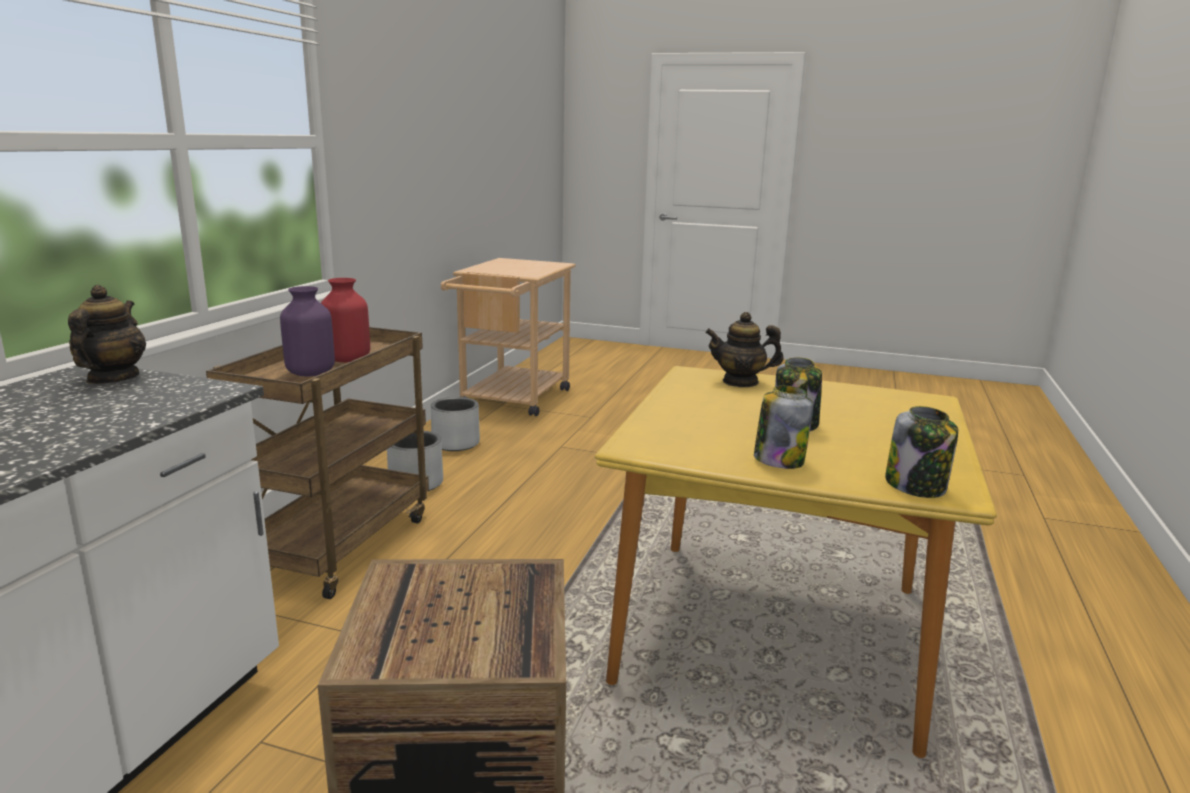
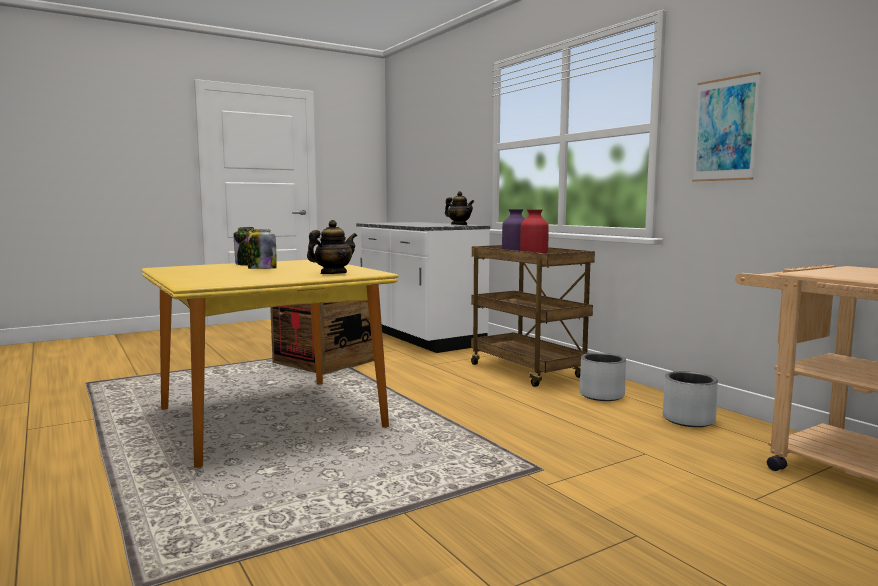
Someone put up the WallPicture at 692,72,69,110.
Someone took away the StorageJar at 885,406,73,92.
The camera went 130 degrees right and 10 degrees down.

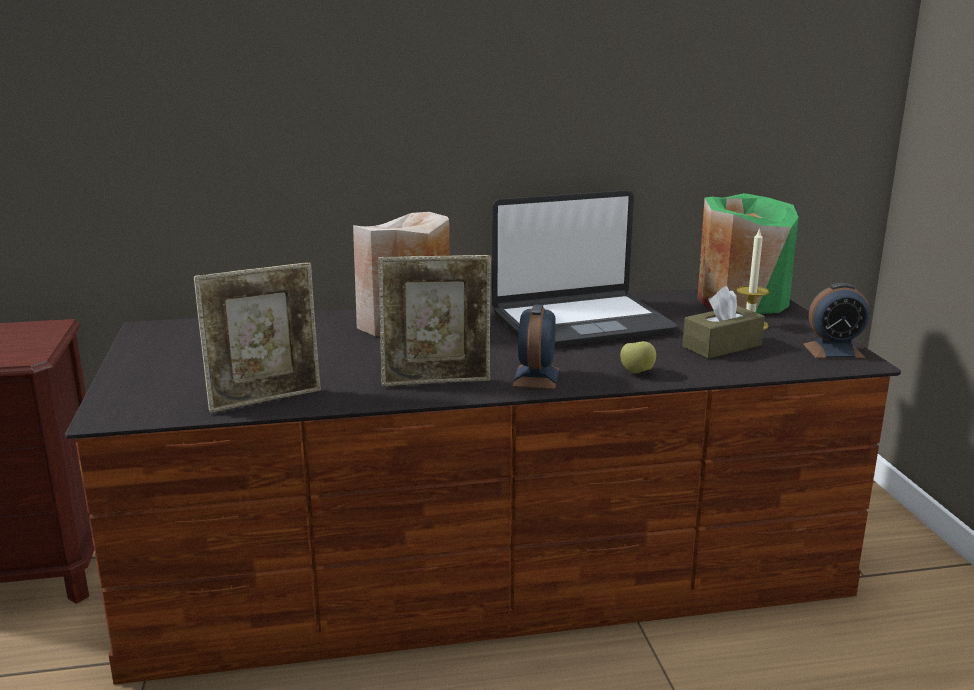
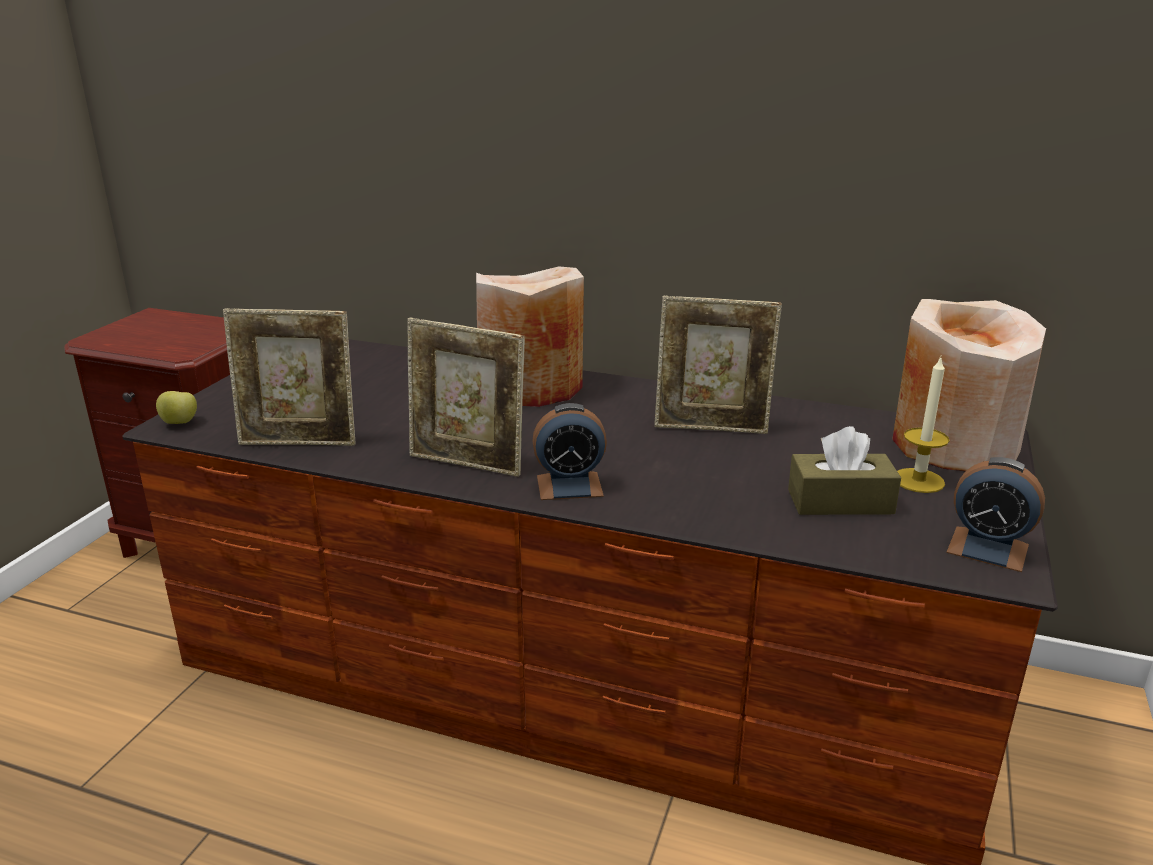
Someone carried the AppleFruit from 620,341,36,33 to 156,391,41,33.
Someone rotated the TableClock at 512,304,47,85 by 135 degrees counterclockwise.
Someone swapped the NotebookComputer at 492,190,186,156 for the PictureFrame at 655,296,127,138.
Someone repainted the GreenishVase at 698,193,101,122, which became the BeigeColouredVase at 892,299,154,172.
The camera went 30 degrees right and 5 degrees up.

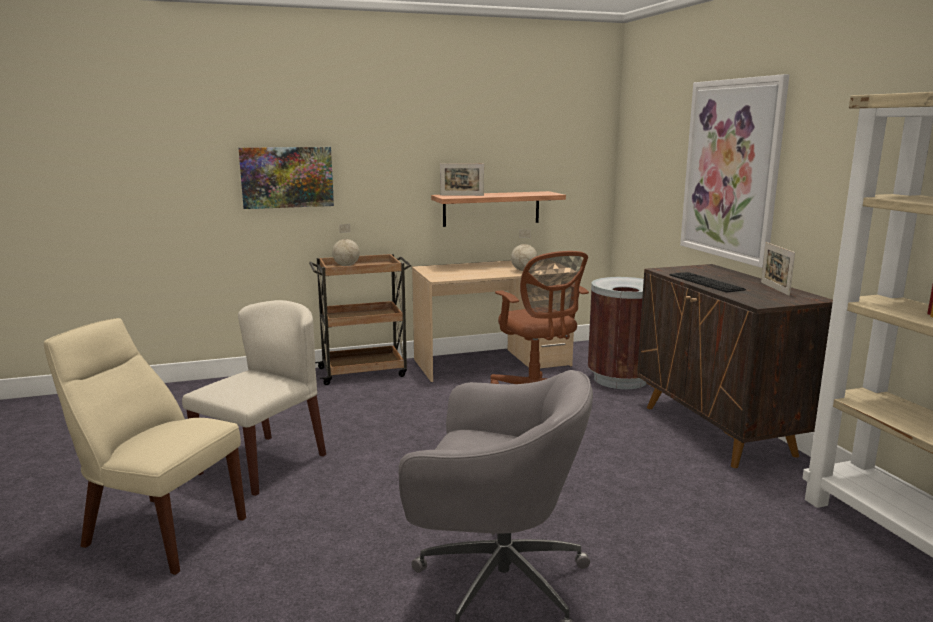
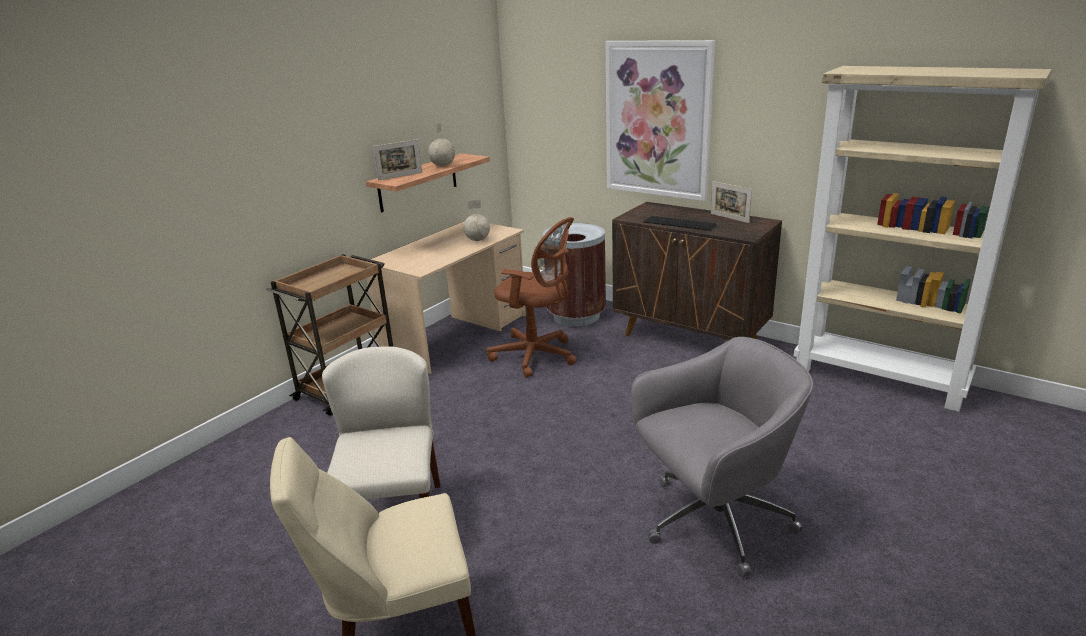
Someone carried the DeskGlobe from 332,223,28,43 to 428,122,27,44.
Someone took away the WallPicture at 239,147,95,62.
The camera went 35 degrees left and 10 degrees up.

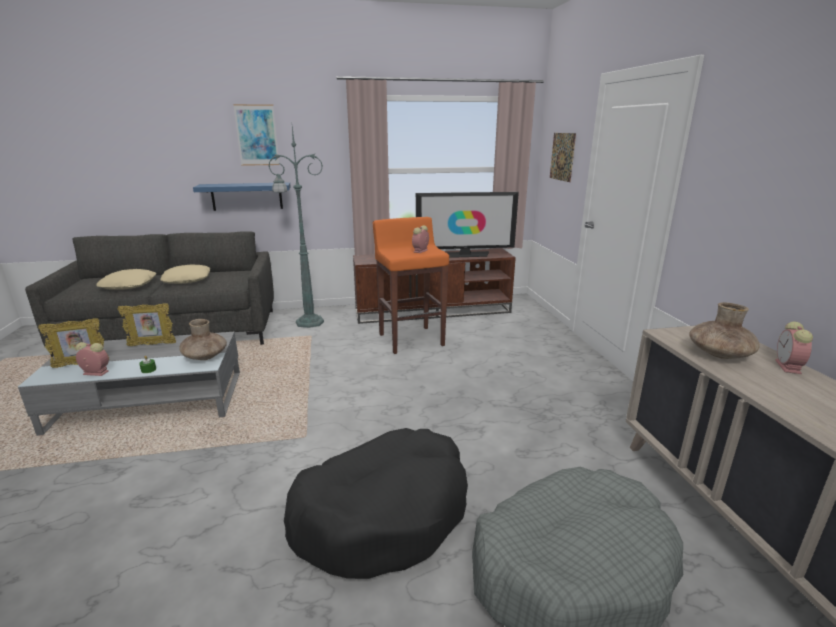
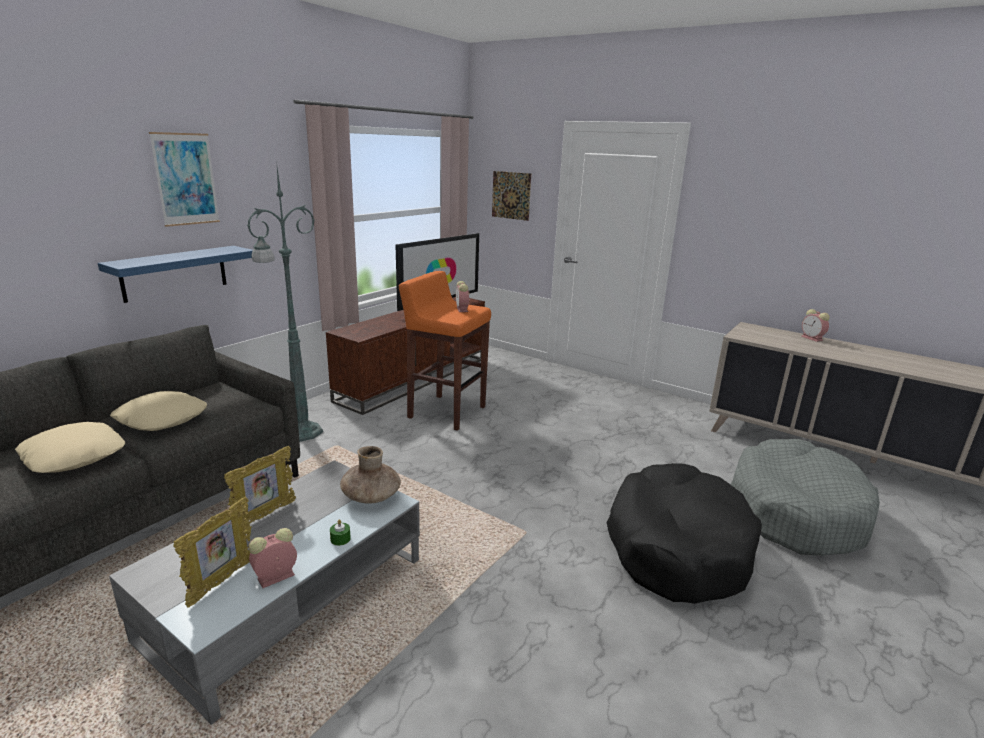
Someone took away the BrownColouredVase at 689,302,71,57.
The camera went 45 degrees left and 0 degrees up.

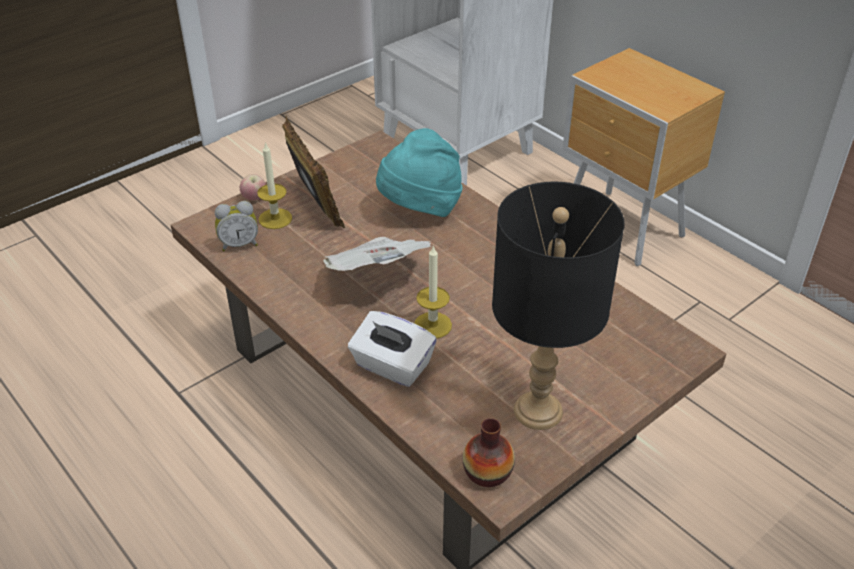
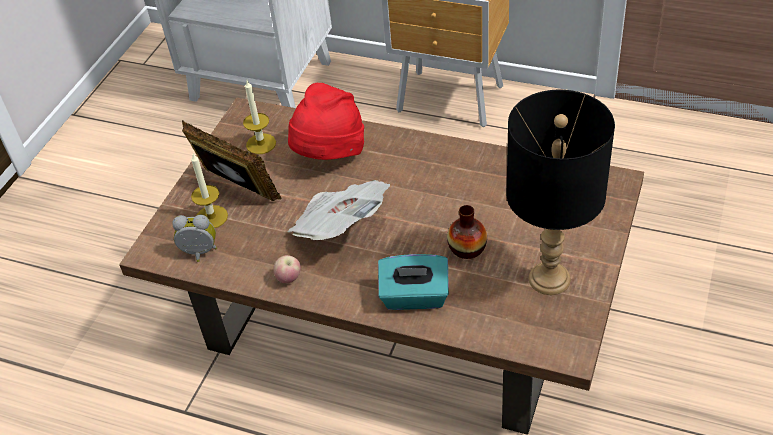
Someone rotated the TableClock at 215,201,43,50 by 135 degrees counterclockwise.
Someone carried the WaxCandle from 414,245,38,93 to 243,80,33,74.
Someone carried the AppleFruit from 240,174,26,26 to 273,255,28,28.
Someone repainted the TurquoiseWearableHat at 376,128,87,89, which became the ReddishWearableHat at 288,83,76,77.
Someone repainted the WhitishTissueHolder at 348,311,89,76, which became the TurquoiseTissueHolder at 378,254,71,56.
Someone carried the Vase from 463,418,52,69 to 447,205,40,54.
The camera went 25 degrees left and 5 degrees up.

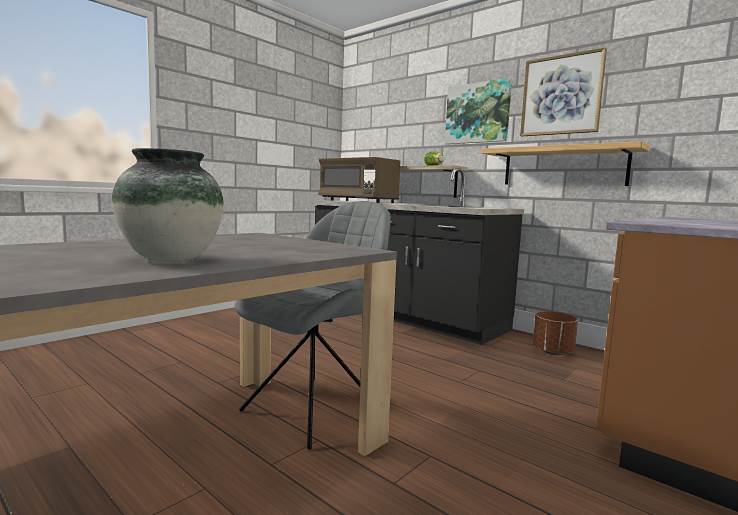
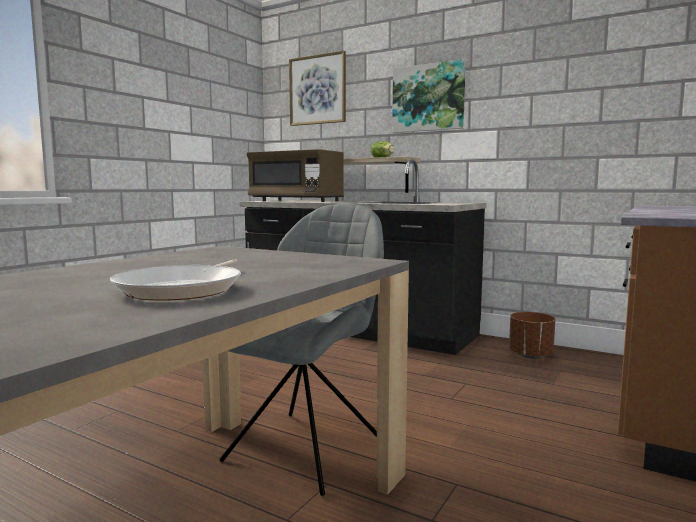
Someone swapped the Vase at 112,148,112,114 for the Skillet at 110,259,131,42.
Someone carried the WallPicture from 520,47,87,89 to 289,51,57,75.
Someone took away the Shelf at 481,141,169,45.
The camera went 10 degrees left and 0 degrees up.

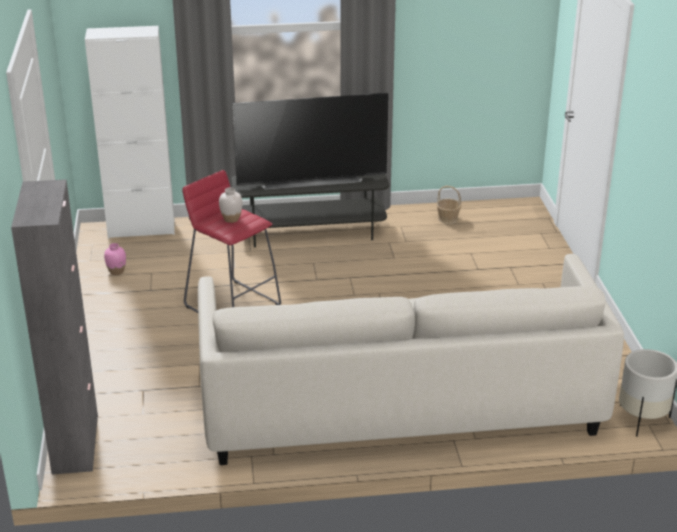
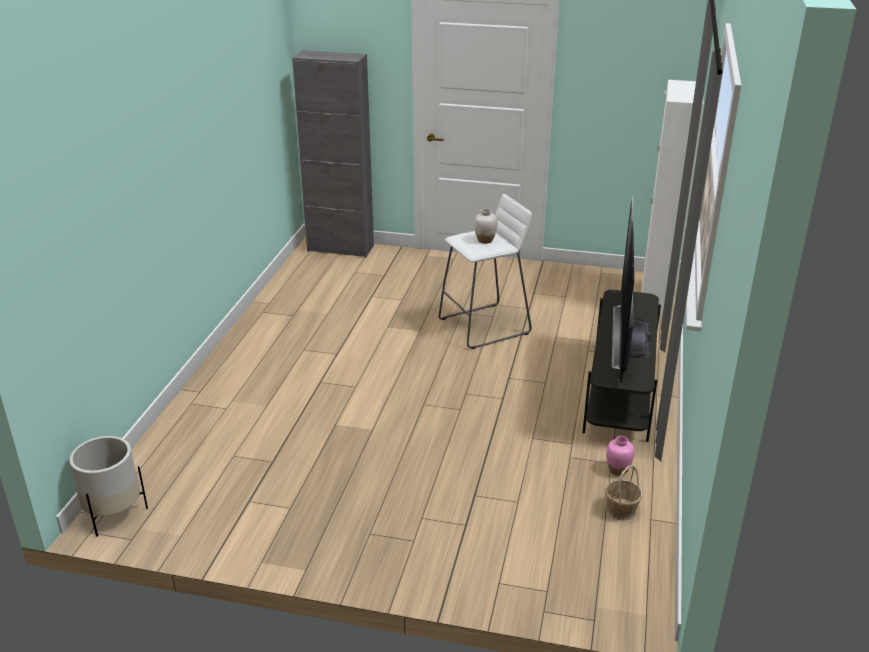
Someone repainted the ReddishSittingStool at 182,170,99,143, which became the WhitishSittingStool at 438,194,94,155.
Someone carried the PinkColouredVase from 104,243,22,32 to 606,436,28,40.
Someone took away the WhitishSofa at 198,254,426,211.
The camera went 110 degrees right and 0 degrees up.

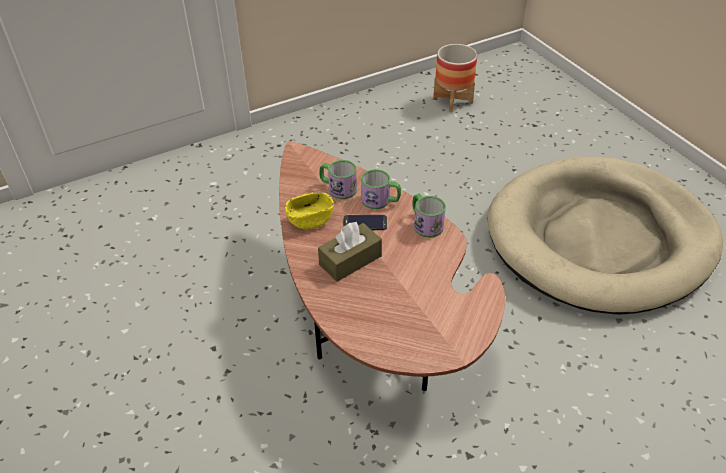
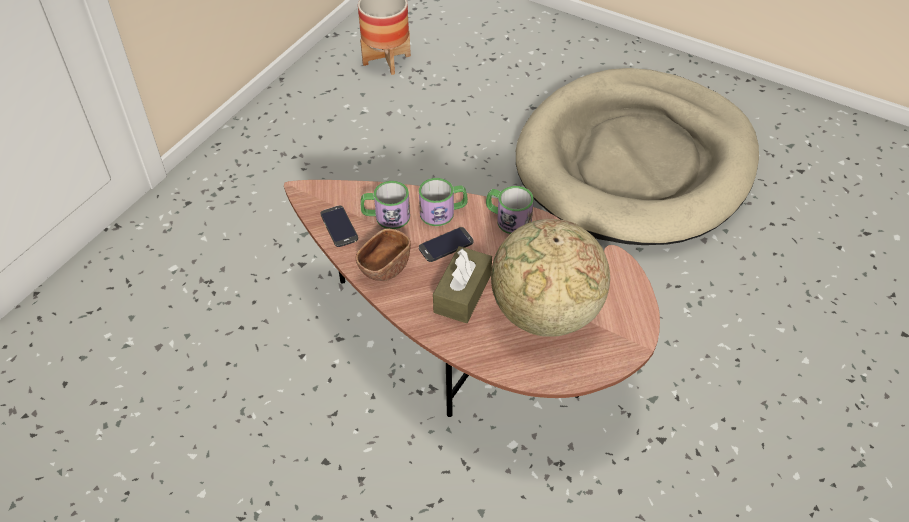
Someone put down the Telephone at 320,205,38,42.
Someone repainted the YellowDeepDish at 285,192,49,38, which became the BrownColouredDeepDish at 356,229,55,52.
Someone put down the DeskGlobe at 491,219,119,118.
The camera went 30 degrees left and 5 degrees up.

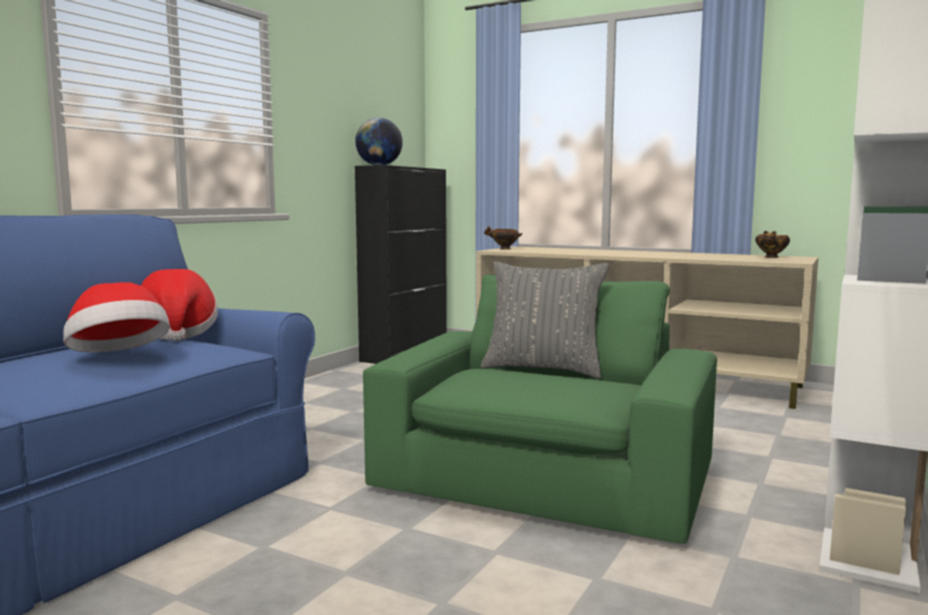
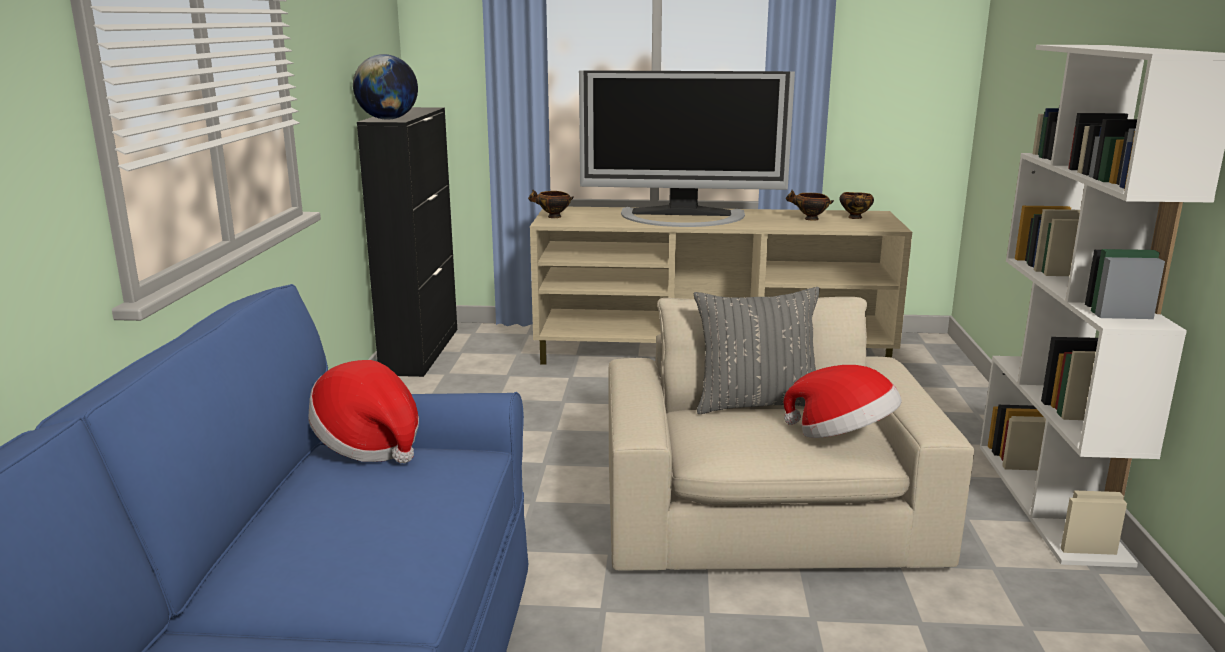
Someone put down the Television at 579,70,216,157.
Someone repainted the GreenishLoungeChair at 363,274,354,270, which became the BeigeColouredLoungeChair at 609,297,365,273.
Someone carried the WearableHat from 63,282,107,70 to 783,365,119,73.
Someone put down the DeepDish at 786,190,48,31.
The camera went 25 degrees left and 10 degrees up.

